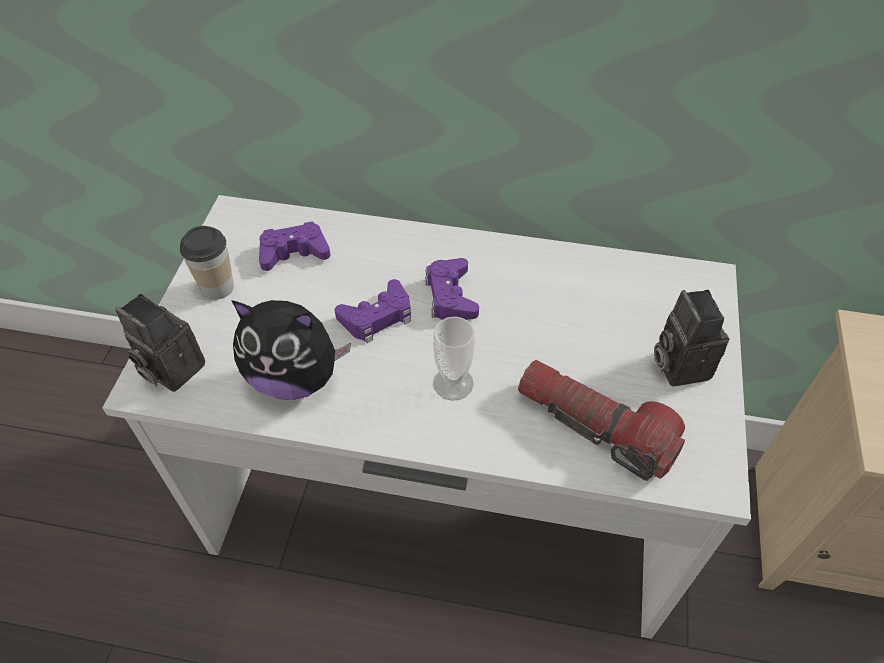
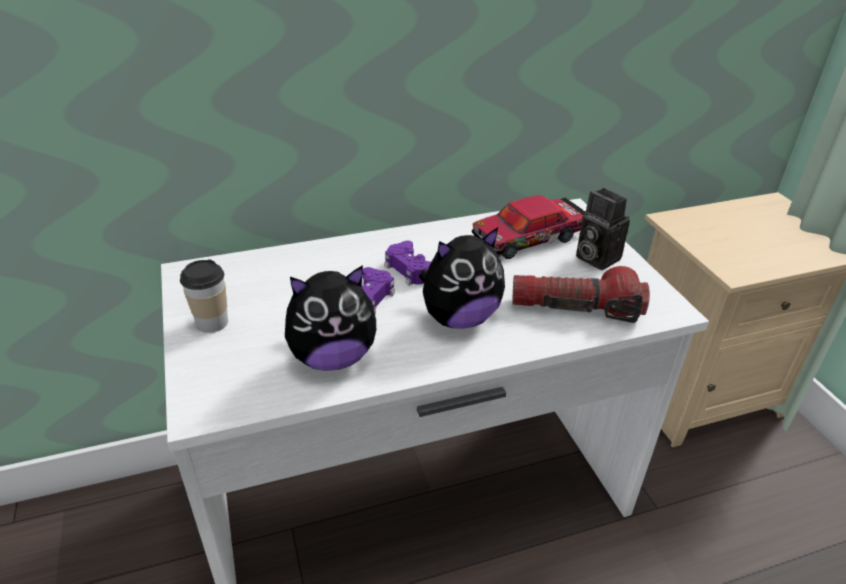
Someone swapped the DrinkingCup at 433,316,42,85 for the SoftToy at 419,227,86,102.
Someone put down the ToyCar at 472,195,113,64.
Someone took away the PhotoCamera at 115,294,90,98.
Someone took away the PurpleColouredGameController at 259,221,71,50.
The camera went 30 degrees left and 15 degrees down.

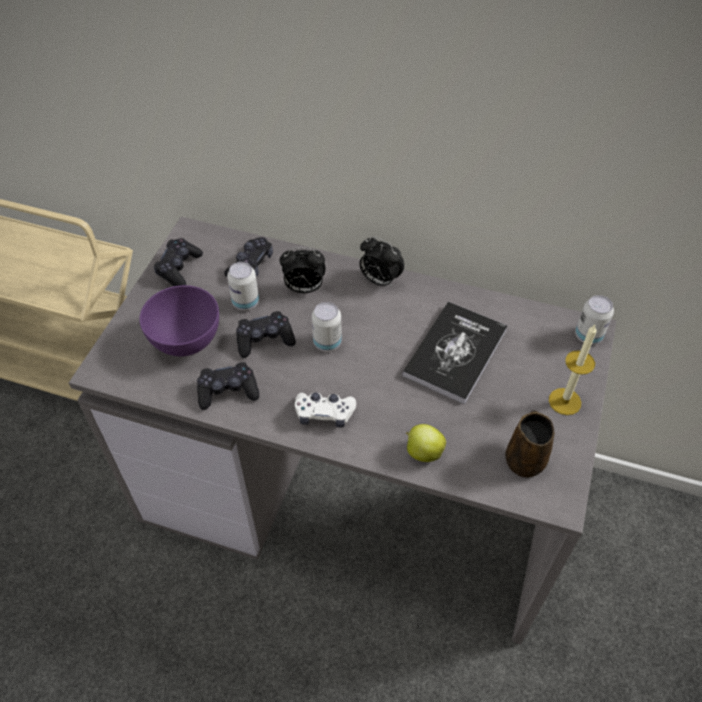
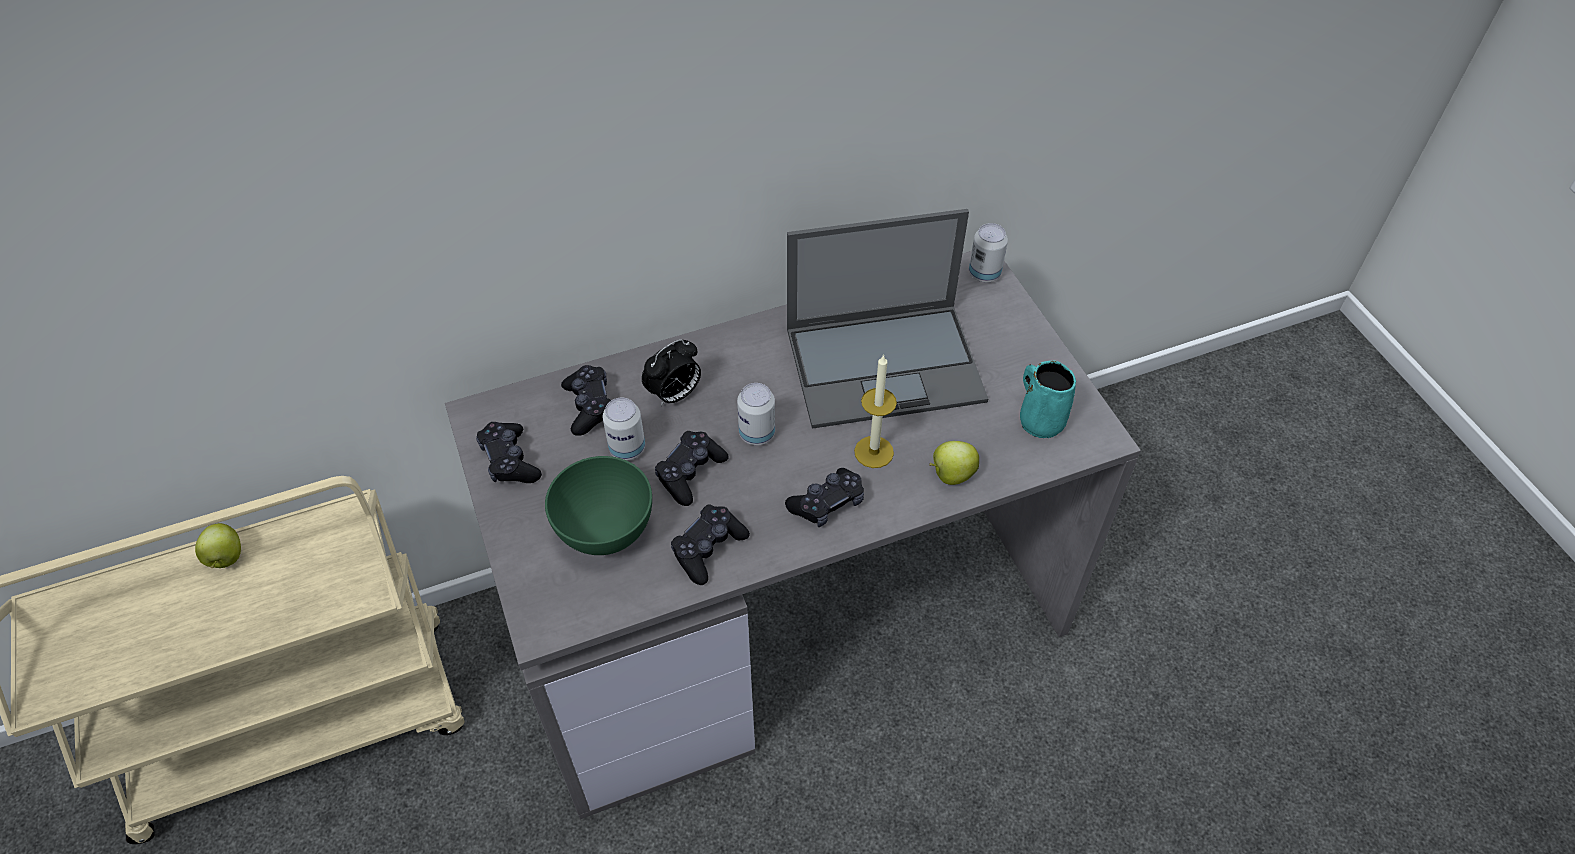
Someone put down the AppleFruit at 195,523,46,45.
Someone repainted the PurpleColouredDeepDish at 139,285,80,71, which became the GreenishDeepDish at 545,456,107,99.
Someone repainted the WhitishGameController at 295,392,61,35, which became the BlackGameController at 785,468,79,59.
Someone swapped the Volume at 402,302,105,102 for the NotebookComputer at 787,209,201,220.
Someone carried the WaxCandle from 549,325,48,90 to 854,354,43,114.
Someone repainted the BrownColouredCoffeeMug at 505,411,50,67, which became the TurquoiseCoffeeMug at 1020,361,56,77.
Someone took away the TableClock at 359,236,46,51.
The camera went 40 degrees left and 0 degrees up.

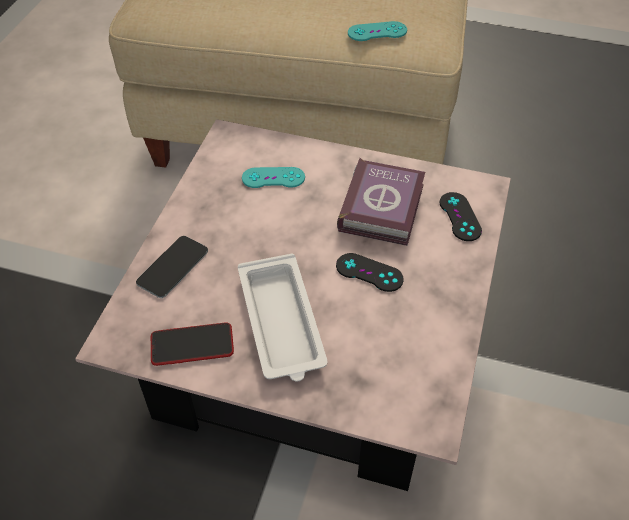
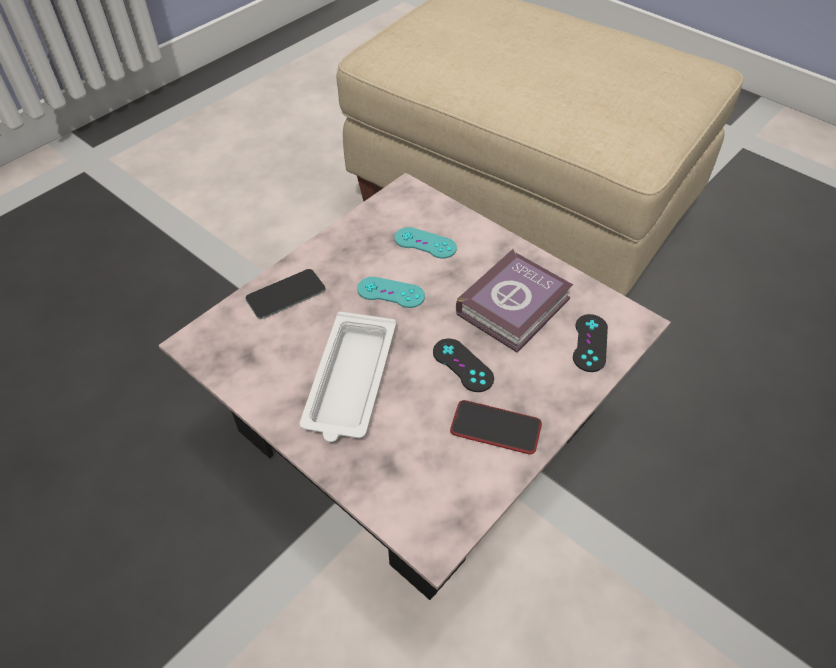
Someone carried the TurquoiseGameController from 348,21,59,20 to 357,277,68,31.
Someone carried the Telephone from 151,322,83,44 to 450,400,92,54.
The camera went 25 degrees right and 0 degrees up.

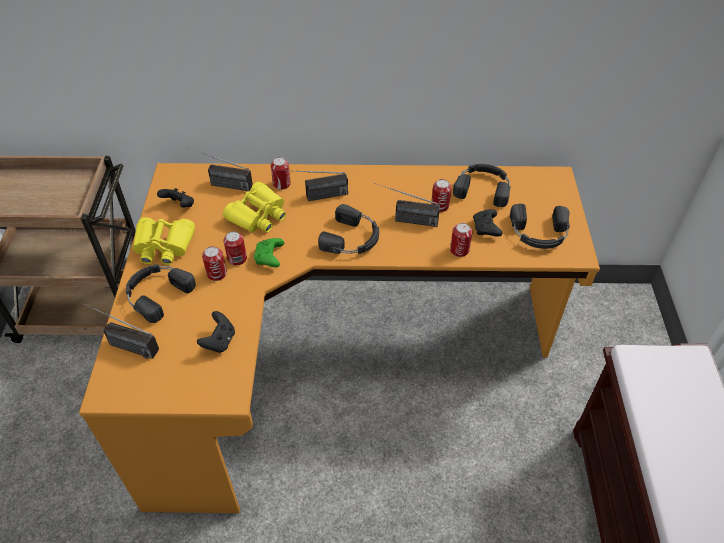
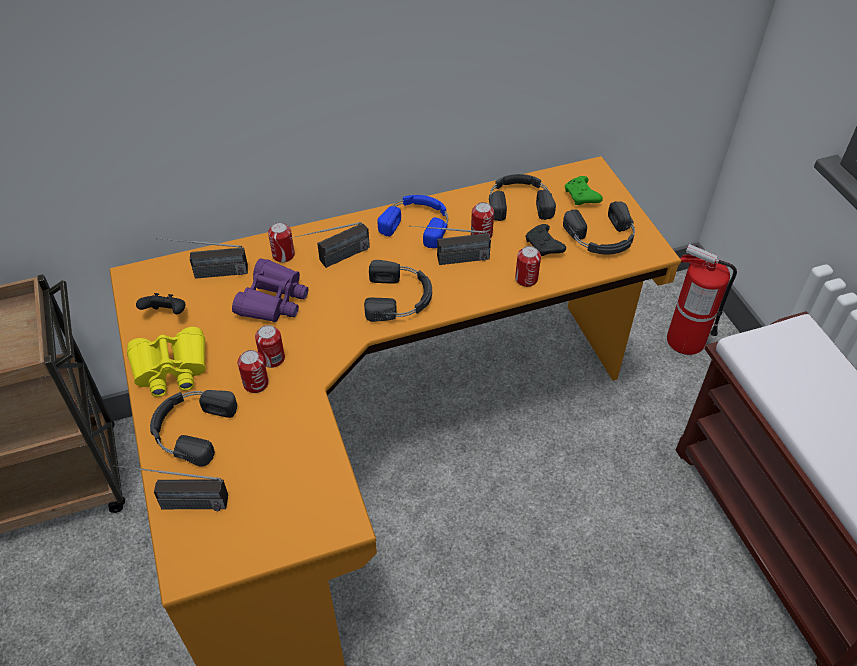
Someone repainted the YellowFieldGlasses at 223,182,63,50, which became the PurpleColouredFieldGlasses at 232,259,76,63.
Someone put down the BlueColouredPairOfHeadphones at 377,195,71,53.
Someone carried the GreenishGameController from 254,238,30,29 to 565,176,38,29.
Someone put down the FireExtinguisher at 667,244,70,111.
Someone took away the BlackGameController at 197,311,38,42.
The camera went 20 degrees left and 0 degrees up.

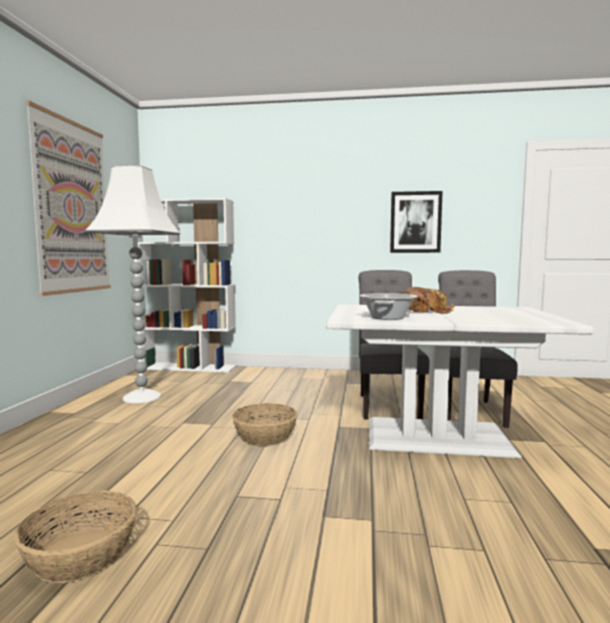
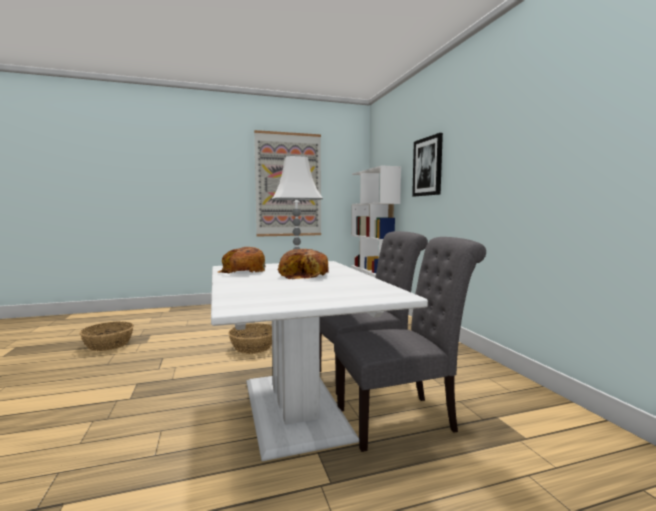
Someone swapped the Stockpot at 360,293,58,27 for the BakedBread at 218,247,48,26.
Someone carried the WallPicture from 390,191,53,62 to 412,133,31,63.
The camera went 65 degrees right and 0 degrees up.

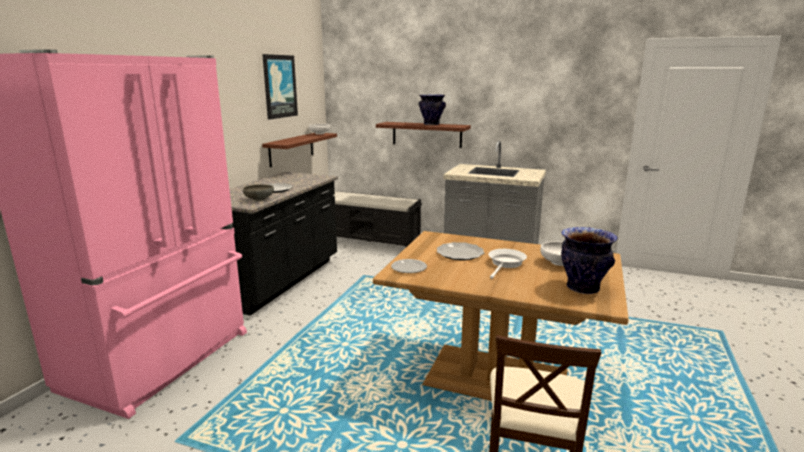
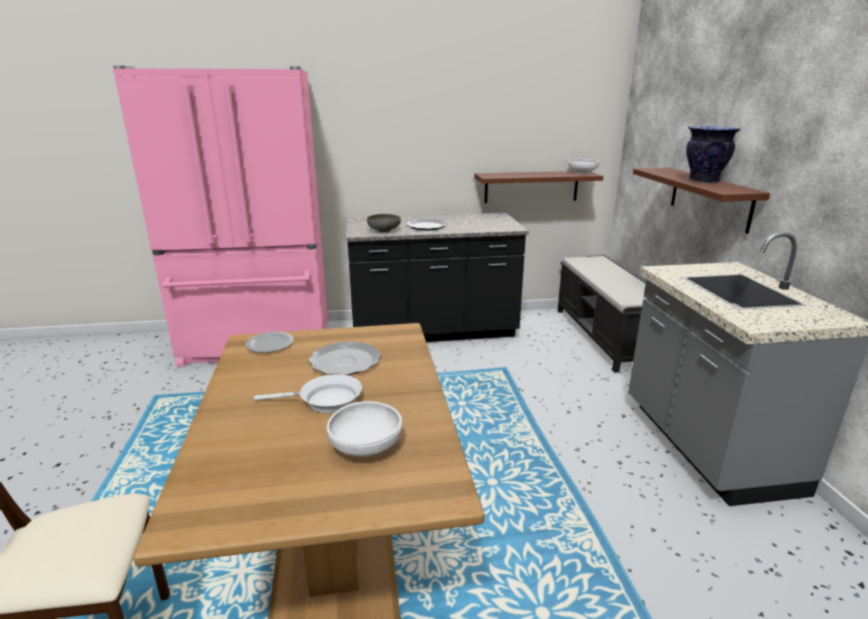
Someone took away the WallPicture at 262,54,36,66.
Someone took away the Vase at 561,227,57,67.
The camera went 60 degrees right and 5 degrees up.

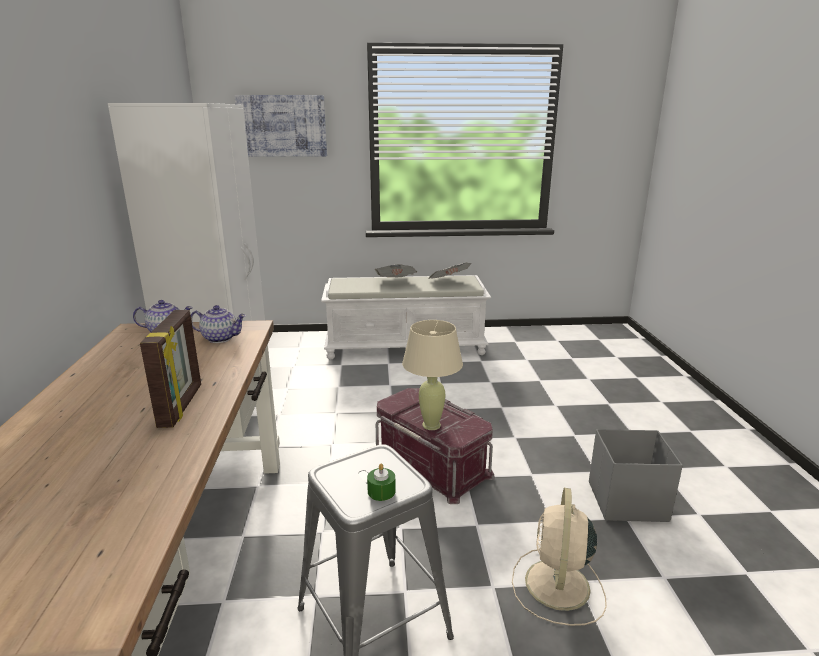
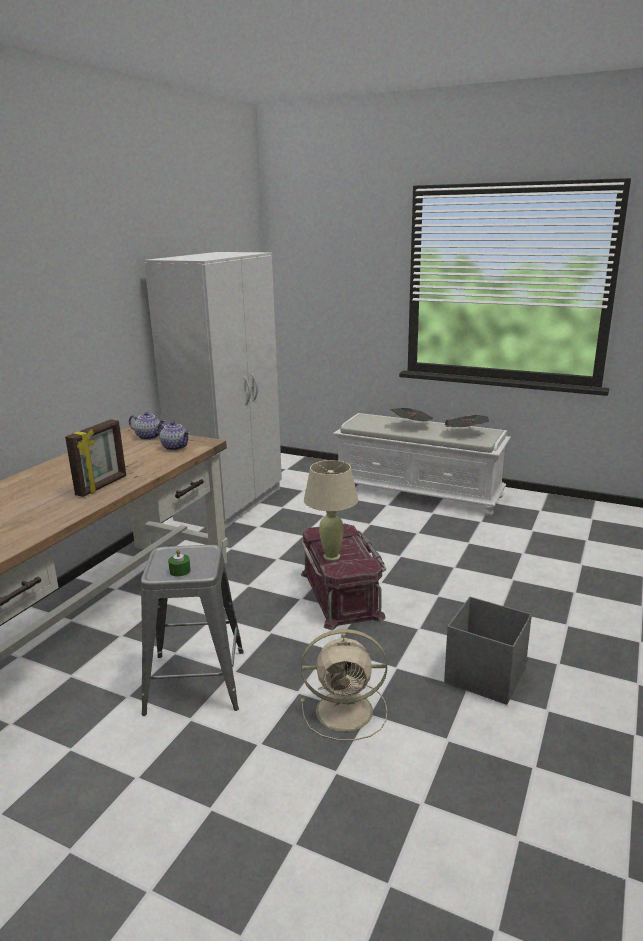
Someone rotated the BeigeColouredCoolingFan at 512,488,95,138 by 135 degrees counterclockwise.
Someone took away the WallPicture at 234,95,93,62.
The camera went 30 degrees right and 0 degrees up.

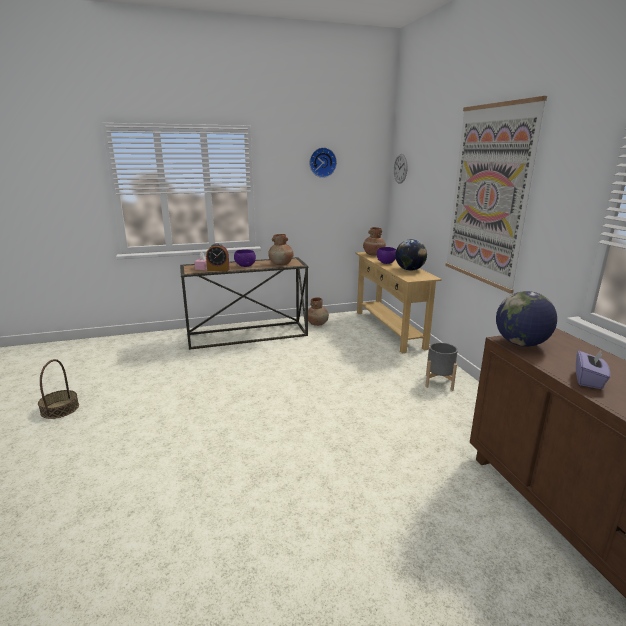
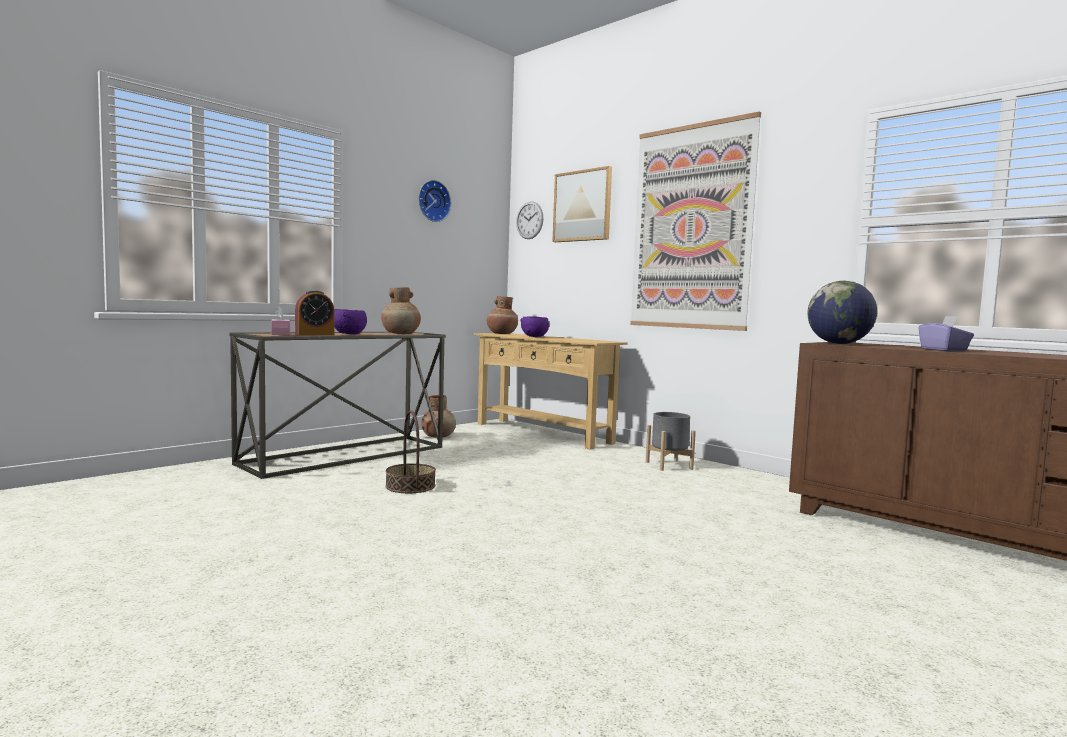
Someone carried the Basket from 38,359,41,60 to 386,410,50,83.
Someone put up the WallPicture at 552,166,60,76.
Someone took away the DeskGlobe at 395,239,32,32.
The camera went 30 degrees left and 15 degrees down.

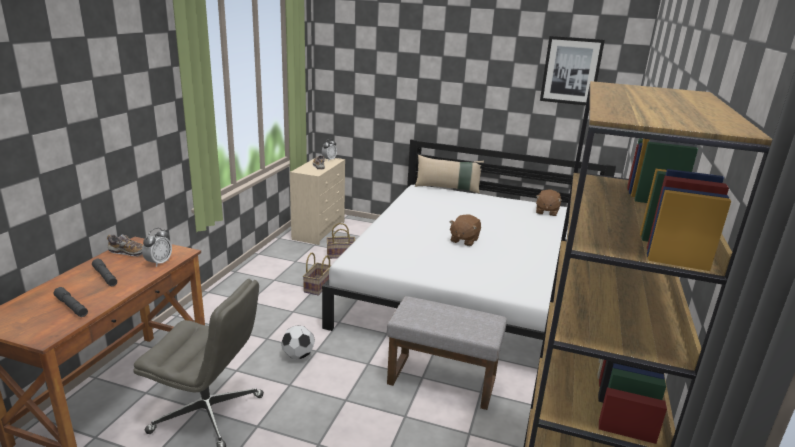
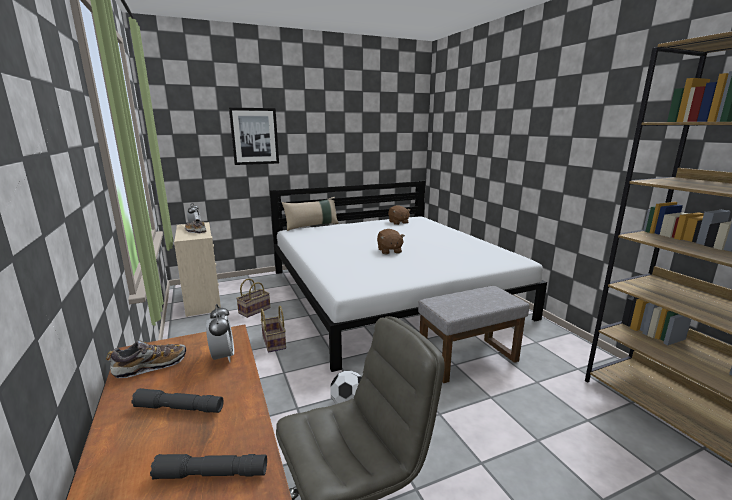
Someone carried the WallPicture from 540,36,65,69 to 229,108,50,57.
The camera went 40 degrees left and 5 degrees down.

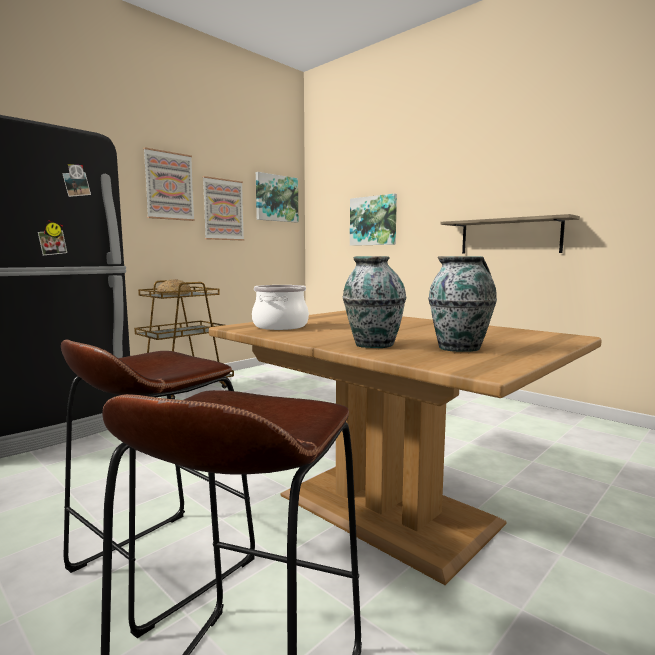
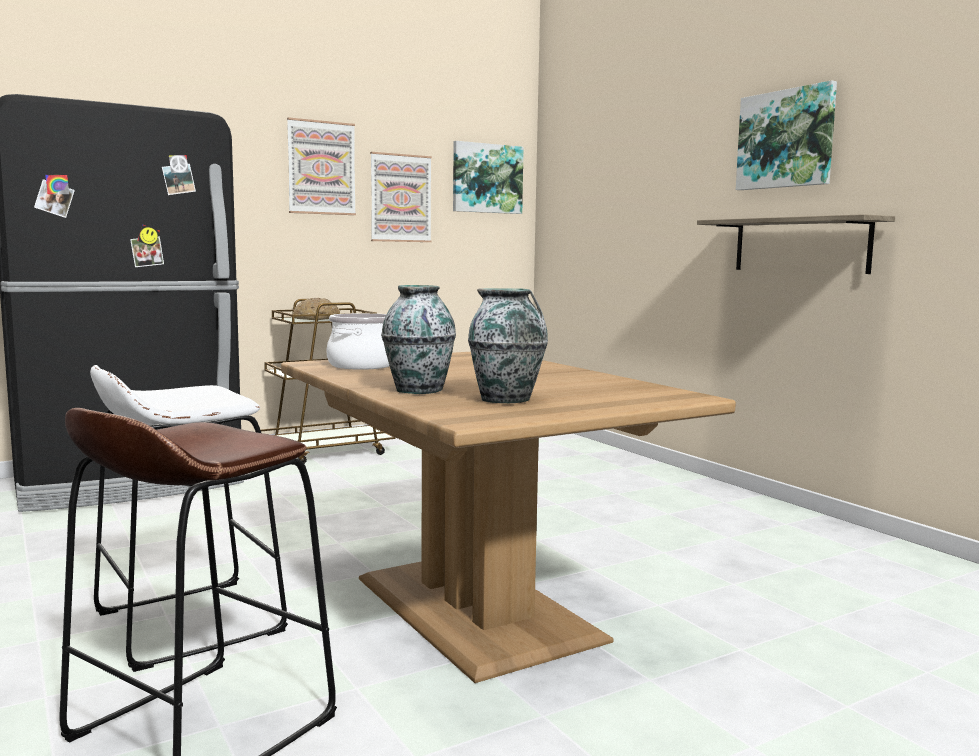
Someone repainted the BrownColouredSittingStool at 61,340,194,298, which became the WhitishSittingStool at 90,365,198,307.
Someone carried the WallPicture from 350,194,47,52 to 736,80,101,110.
The camera went 15 degrees right and 0 degrees up.

